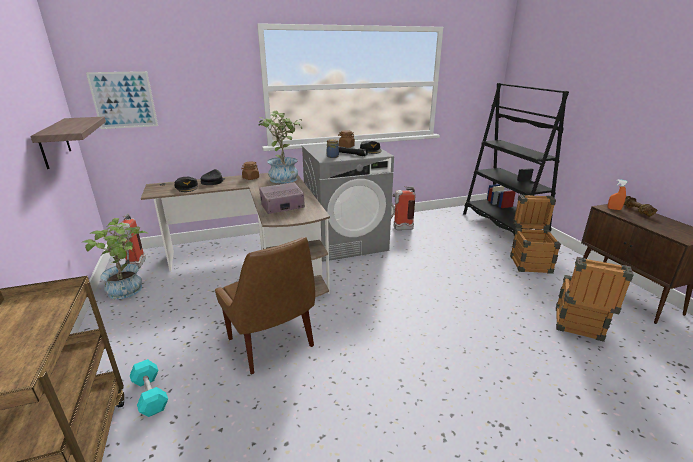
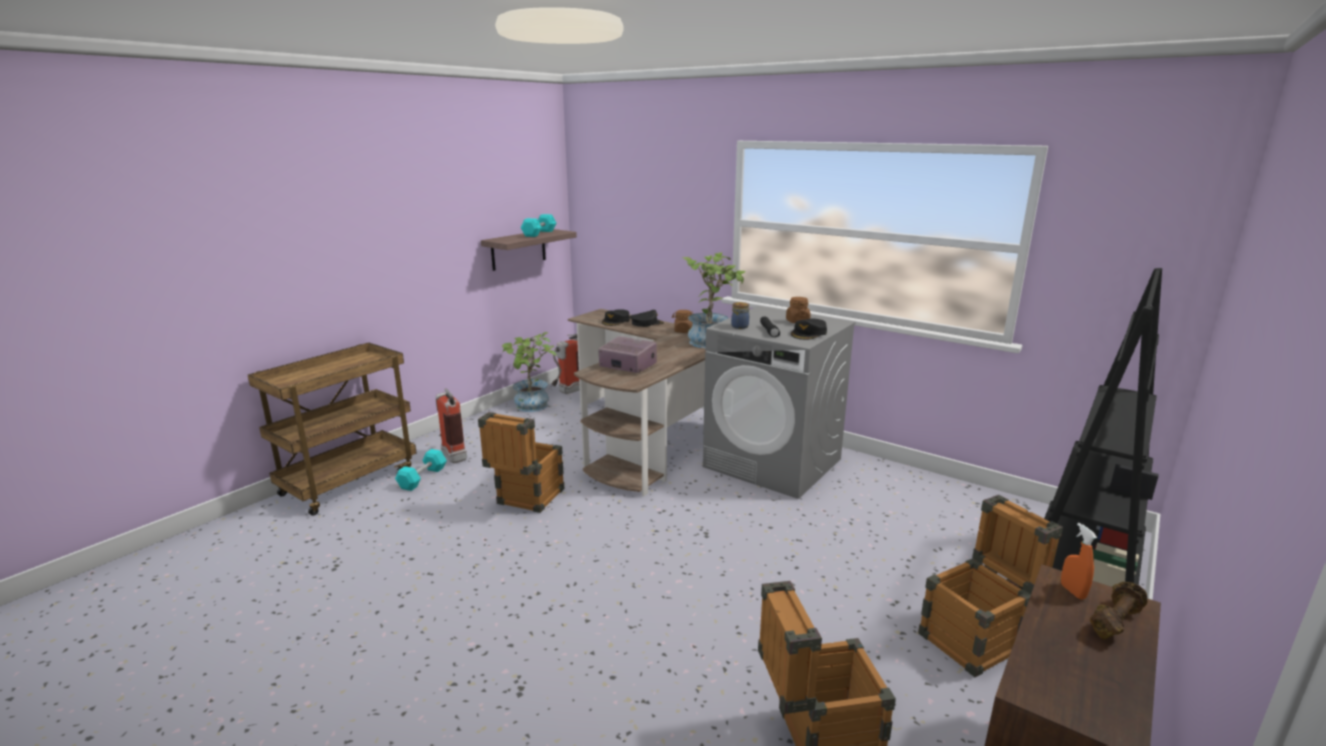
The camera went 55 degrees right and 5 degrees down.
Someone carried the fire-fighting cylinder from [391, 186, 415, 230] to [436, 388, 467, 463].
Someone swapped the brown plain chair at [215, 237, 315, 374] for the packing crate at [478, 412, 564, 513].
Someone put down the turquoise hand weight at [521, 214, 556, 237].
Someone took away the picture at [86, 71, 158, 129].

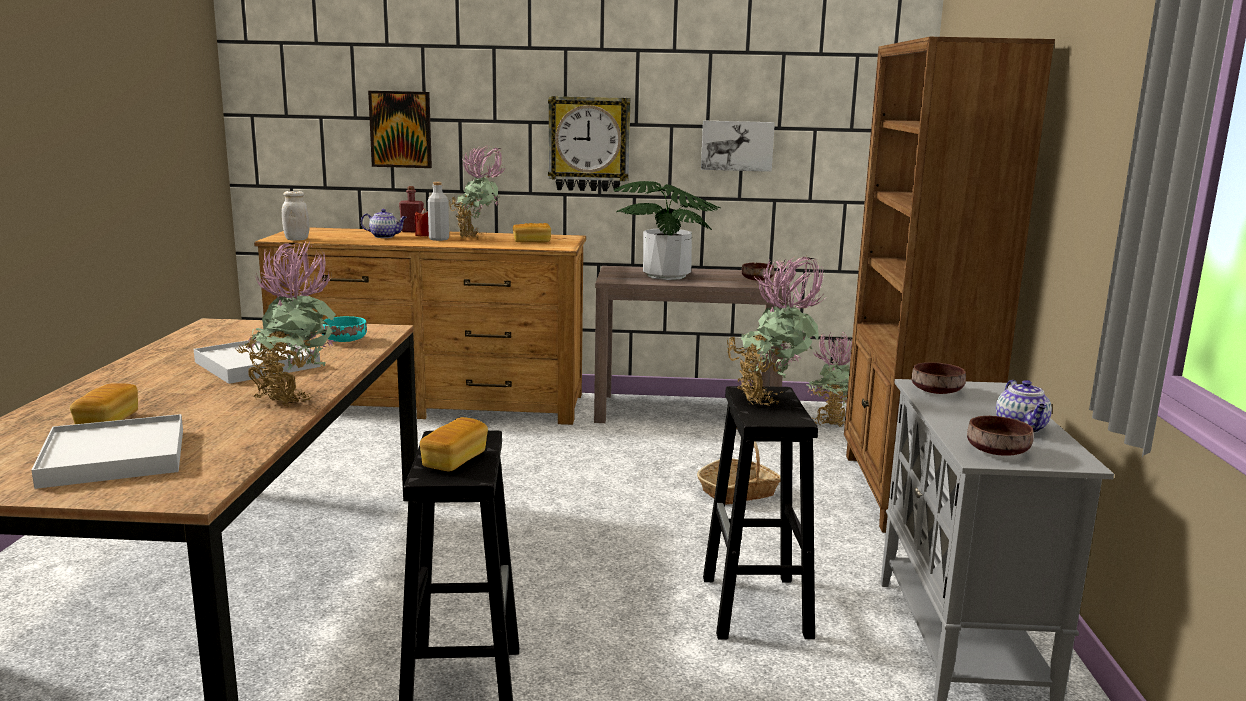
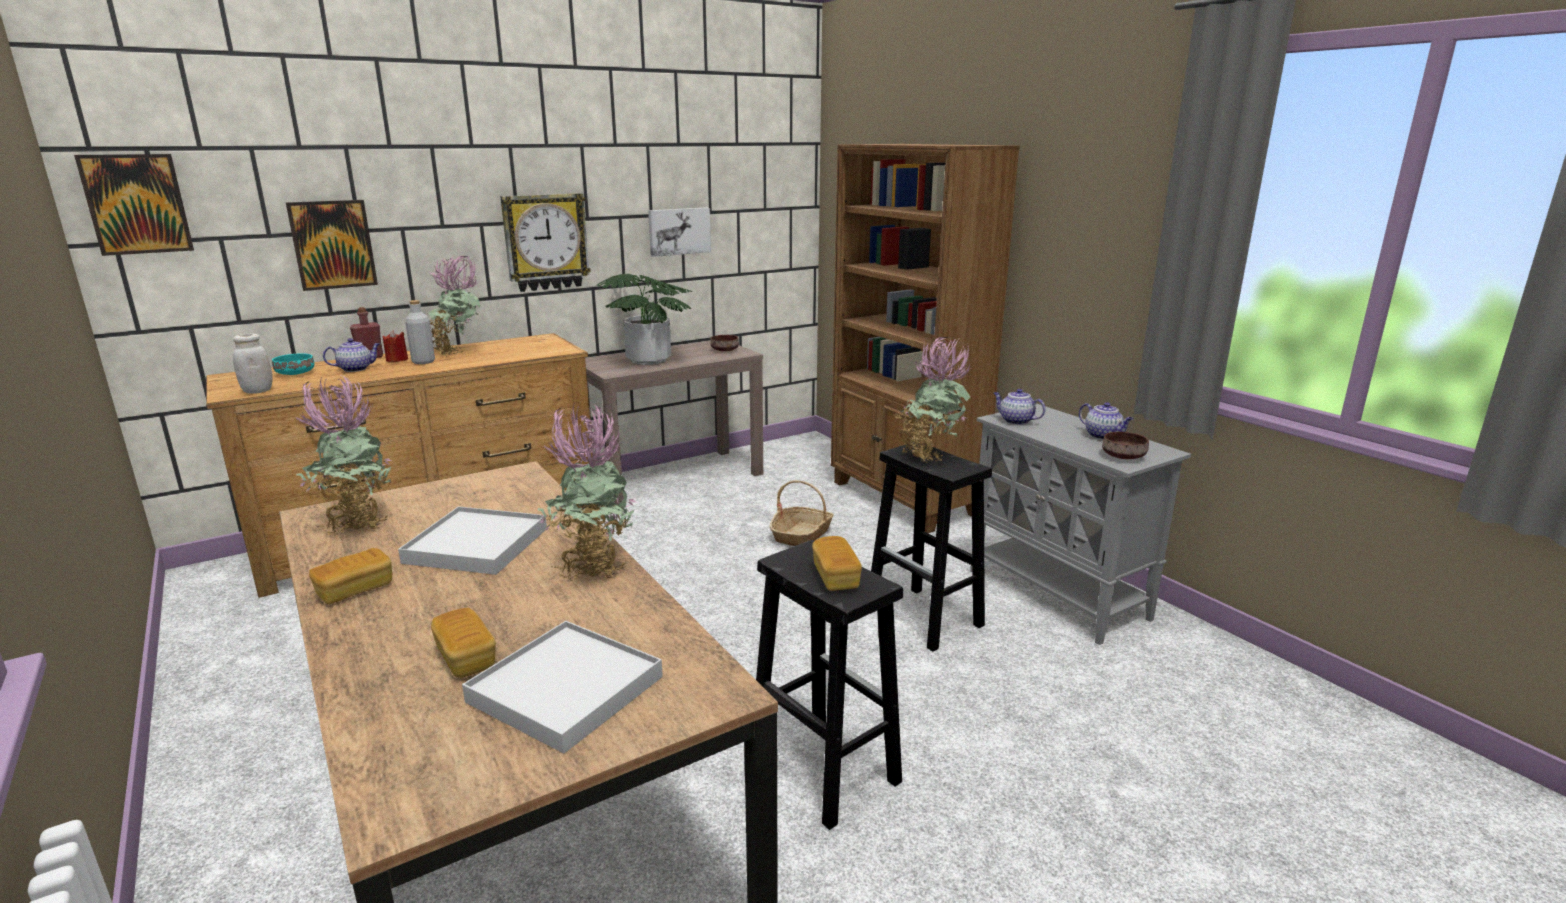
The camera went 35 degrees left and 5 degrees up.
Someone put up the picture at [74, 154, 194, 256].
Someone carried the turquoise bowl from [322, 316, 367, 342] to [272, 353, 314, 375].
Someone carried the houseplant from [807, 333, 852, 427] to [296, 374, 392, 535].
Someone carried the baked bread from [513, 223, 551, 243] to [309, 548, 392, 604].
Someone swapped the brown bowl at [912, 362, 966, 394] for the tea pot at [993, 389, 1046, 425].

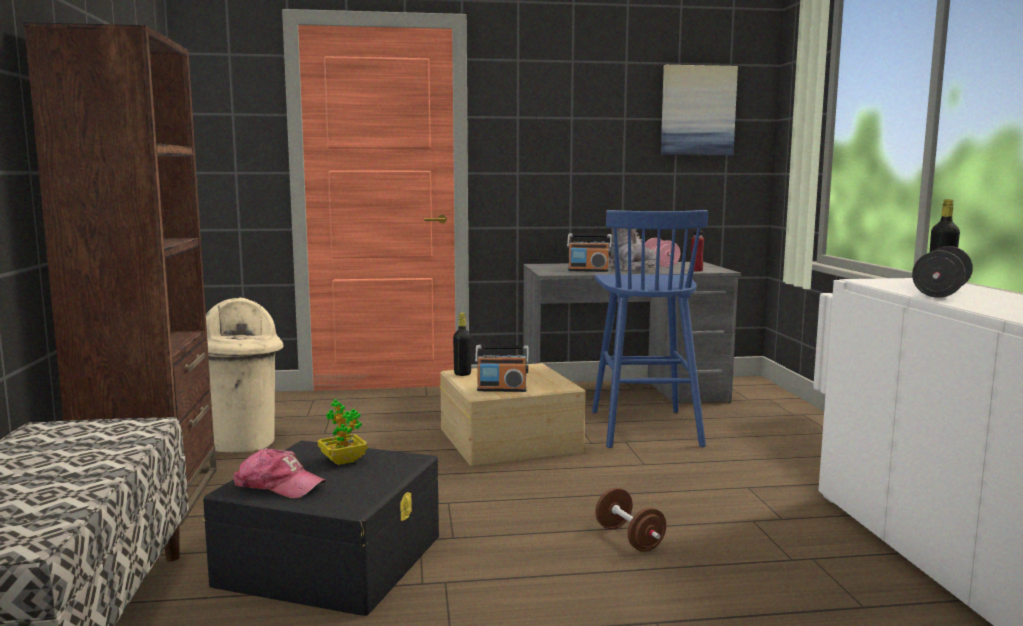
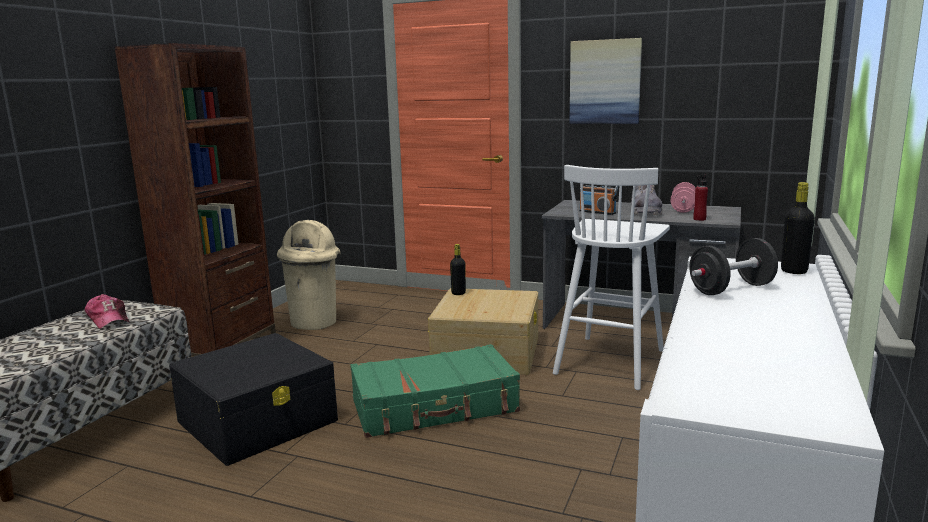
The camera went 30 degrees right and 5 degrees up.
Someone carried the baseball cap from [233, 448, 326, 498] to [85, 294, 129, 329].
Someone put down the green suitcase at [350, 344, 520, 438].
Someone repainted the blue sitting stool at [592, 210, 708, 448], which became the whitish sitting stool at [553, 165, 670, 390].
Someone carried the picture from [661, 65, 738, 156] to [570, 38, 642, 124].
Someone took away the houseplant at [318, 399, 368, 465].
Someone took away the radio receiver at [475, 345, 529, 392].
Someone took away the brown hand weight at [595, 488, 666, 552].

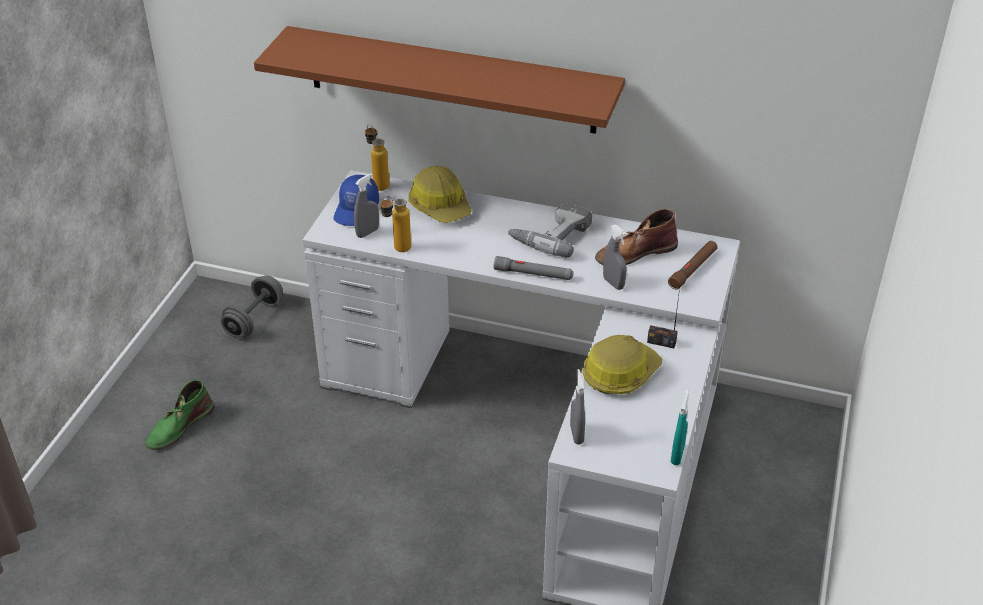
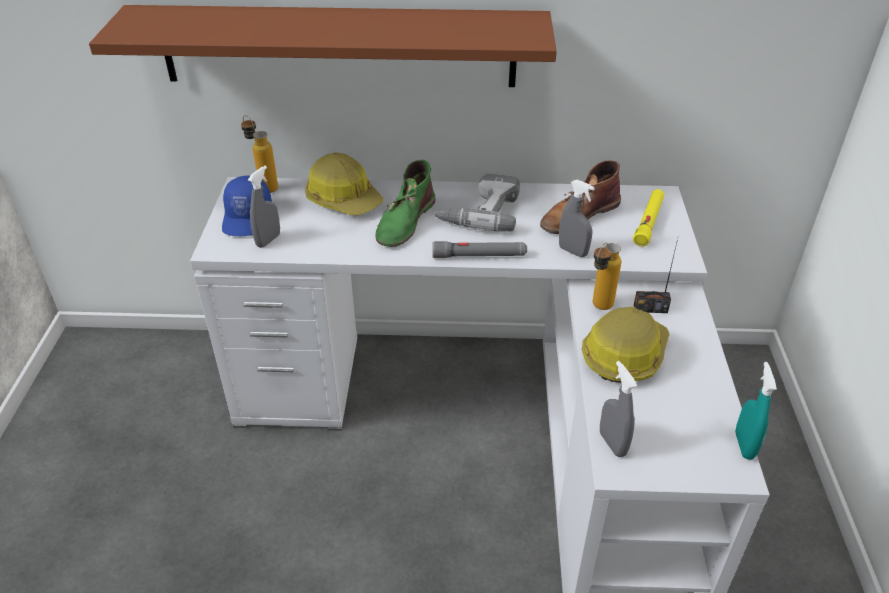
The camera went 15 degrees left and 0 degrees up.
Someone carried the green high-top boot from [145, 380, 214, 450] to [376, 160, 435, 247].
Someone carried the drink bottle from [380, 196, 411, 252] to [593, 242, 621, 310].
Someone repainted the brown flashlight at [668, 241, 718, 289], which became the yellow-coloured flashlight at [633, 189, 664, 247].
Someone took away the grey hand weight at [221, 276, 283, 338].

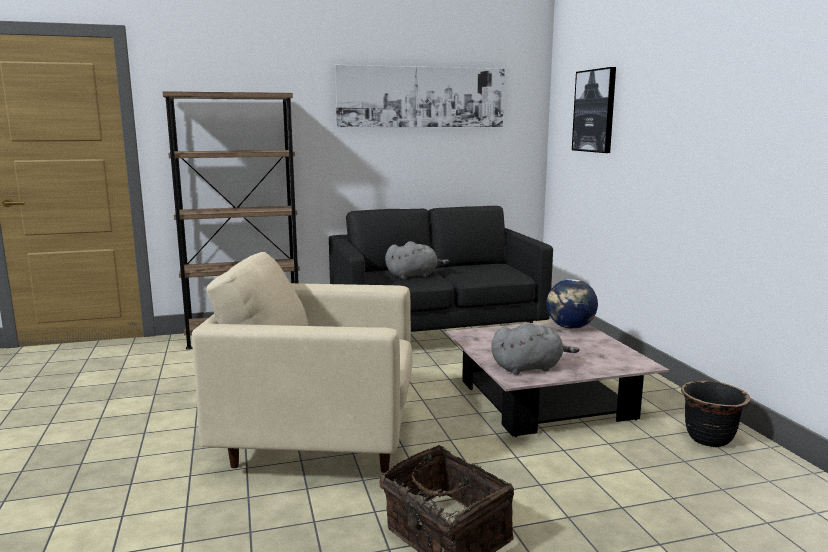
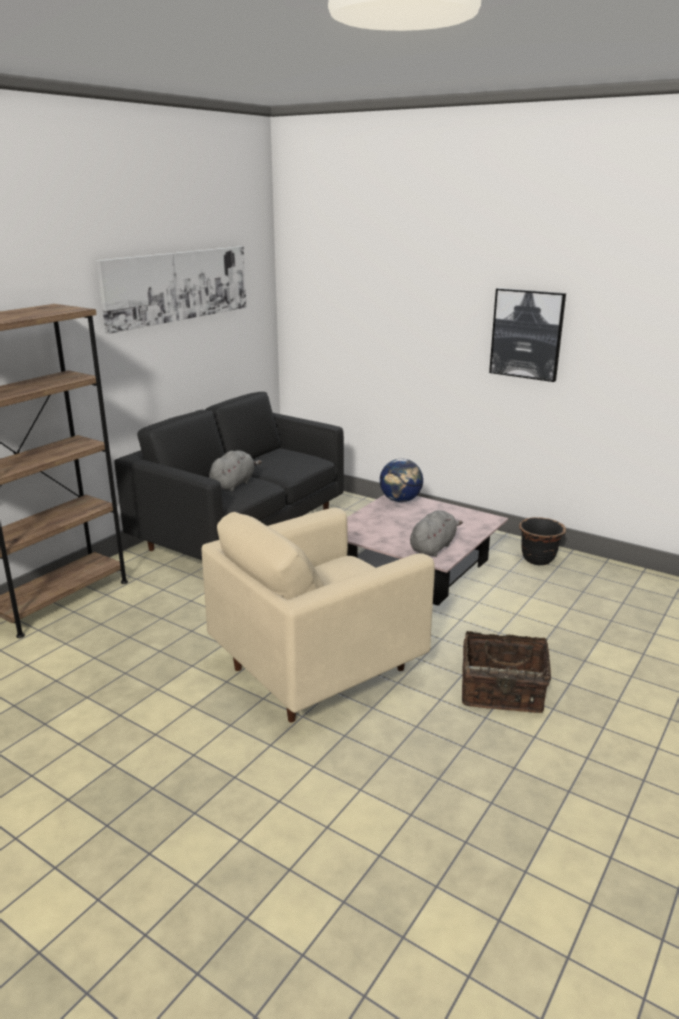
The camera went 40 degrees left and 10 degrees up.
Someone carried the picture from [572, 67, 616, 153] to [489, 288, 566, 382].

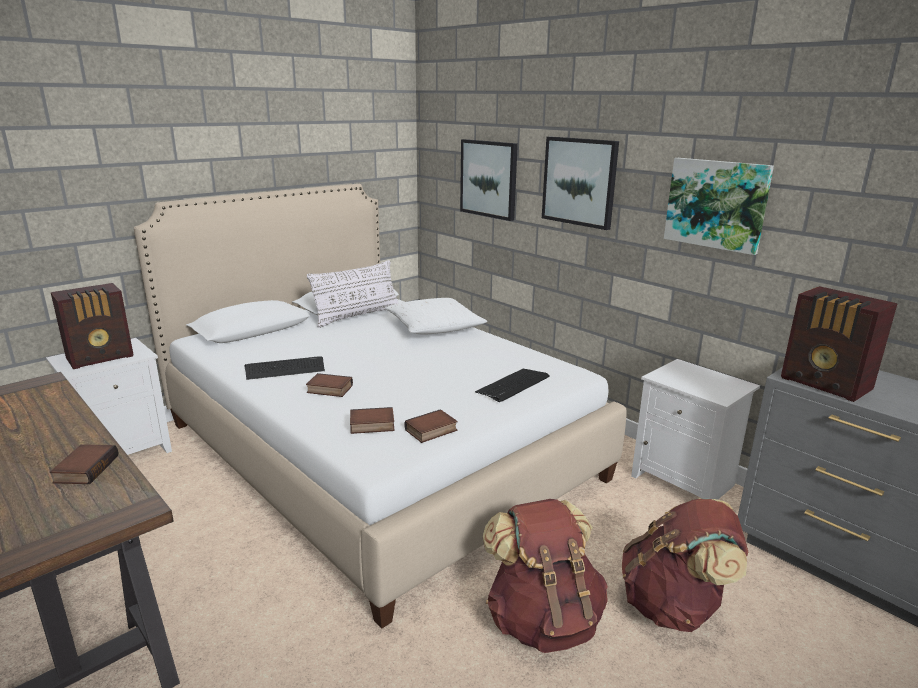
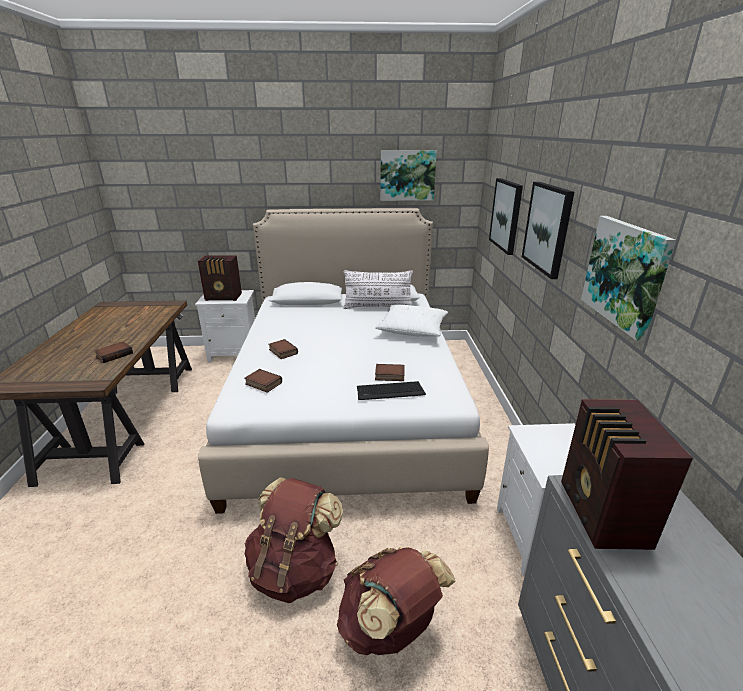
The camera went 40 degrees right and 5 degrees up.
Someone carried the volume from [404, 409, 458, 443] to [375, 364, 405, 381].
Someone put up the picture at [380, 150, 437, 201].
Someone took away the computer keyboard at [245, 357, 325, 380].

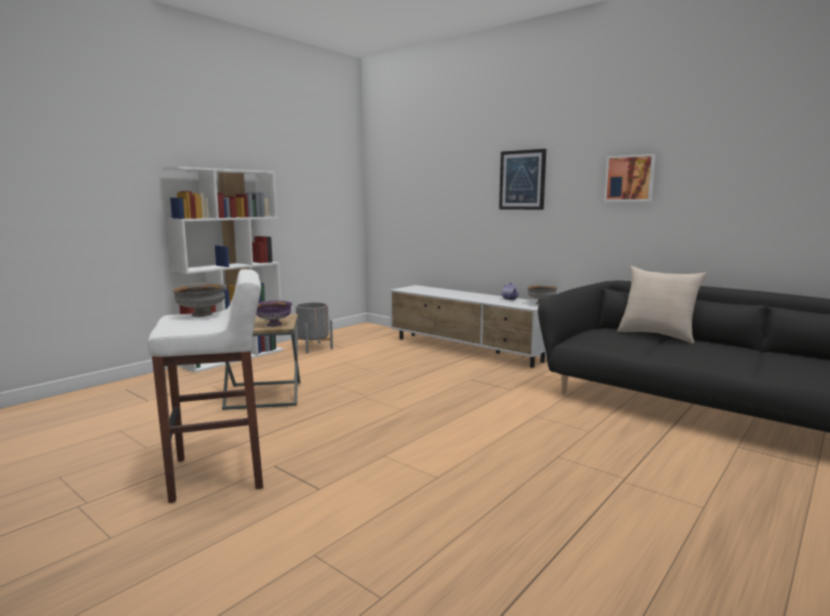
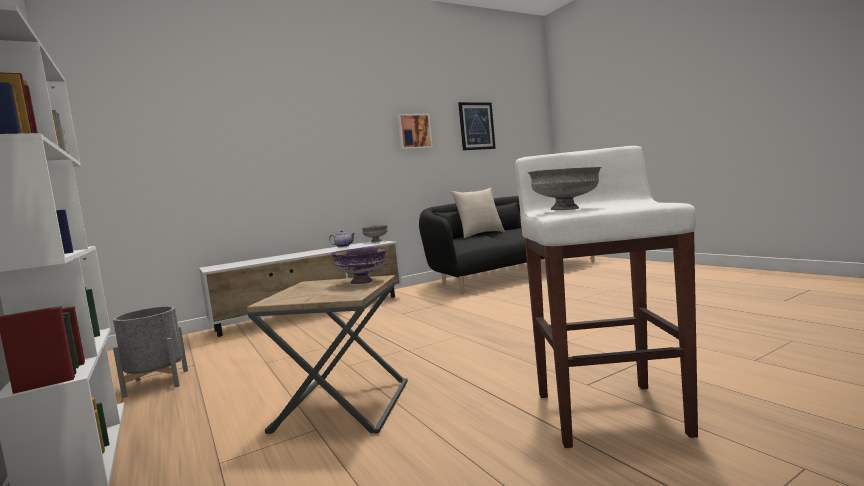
The camera went 70 degrees left and 5 degrees down.
Someone carried the picture from [499, 149, 546, 210] to [458, 102, 496, 151].

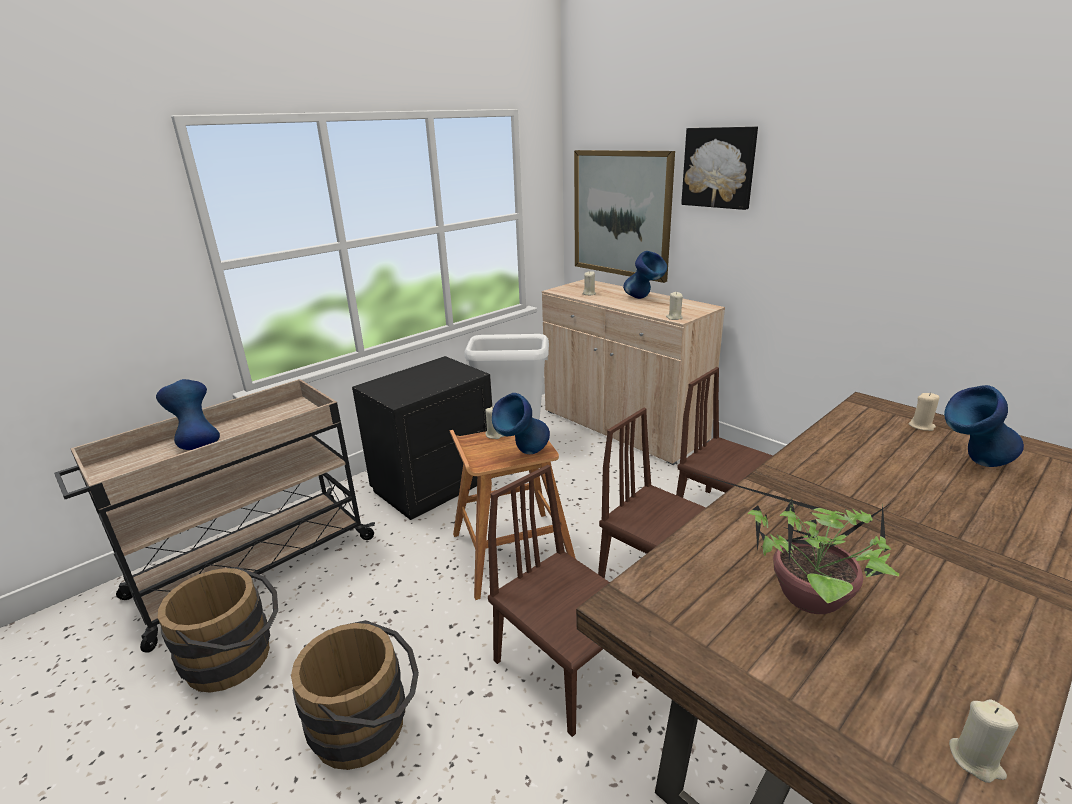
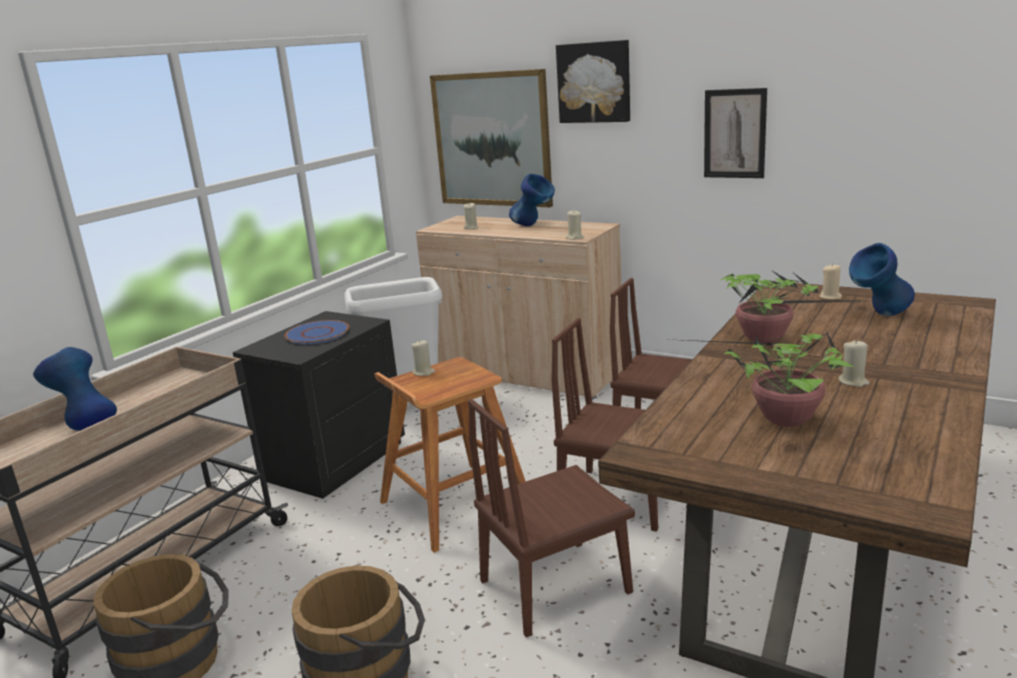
The camera went 15 degrees left and 5 degrees down.
Someone put down the blue dinner plate at [285, 320, 349, 344].
Someone rotated the brown plain chair at [488, 465, 640, 737] by 60 degrees counterclockwise.
Someone put up the picture at [704, 88, 767, 178].
Someone put down the houseplant at [720, 271, 856, 343].
Someone carried the beige wax light from [949, 699, 1018, 783] to [839, 340, 869, 387].
Someone took away the blue vase at [492, 393, 550, 454].

